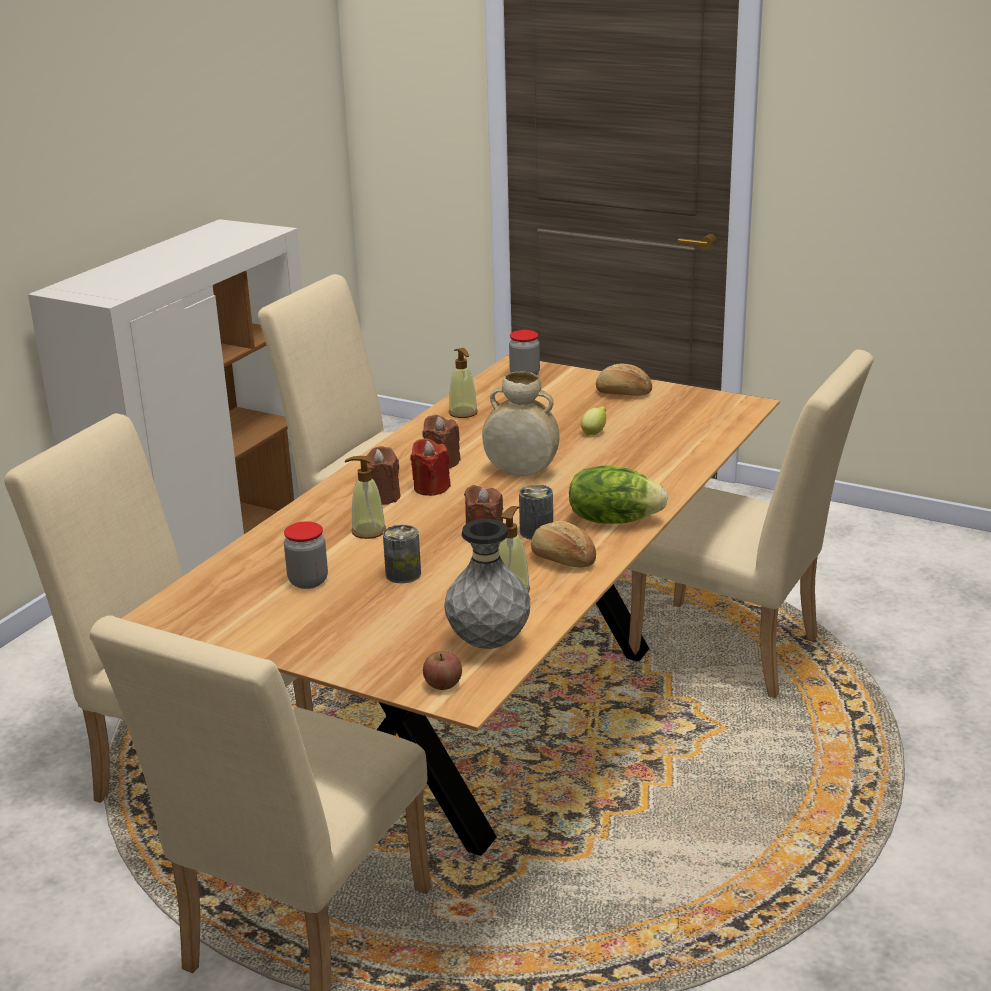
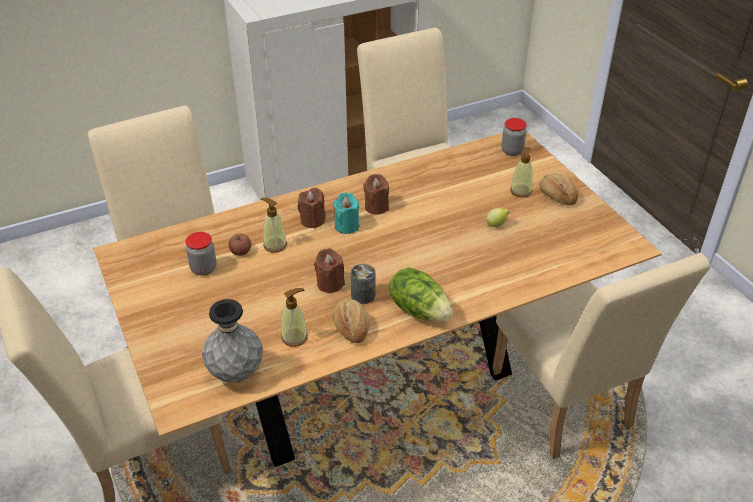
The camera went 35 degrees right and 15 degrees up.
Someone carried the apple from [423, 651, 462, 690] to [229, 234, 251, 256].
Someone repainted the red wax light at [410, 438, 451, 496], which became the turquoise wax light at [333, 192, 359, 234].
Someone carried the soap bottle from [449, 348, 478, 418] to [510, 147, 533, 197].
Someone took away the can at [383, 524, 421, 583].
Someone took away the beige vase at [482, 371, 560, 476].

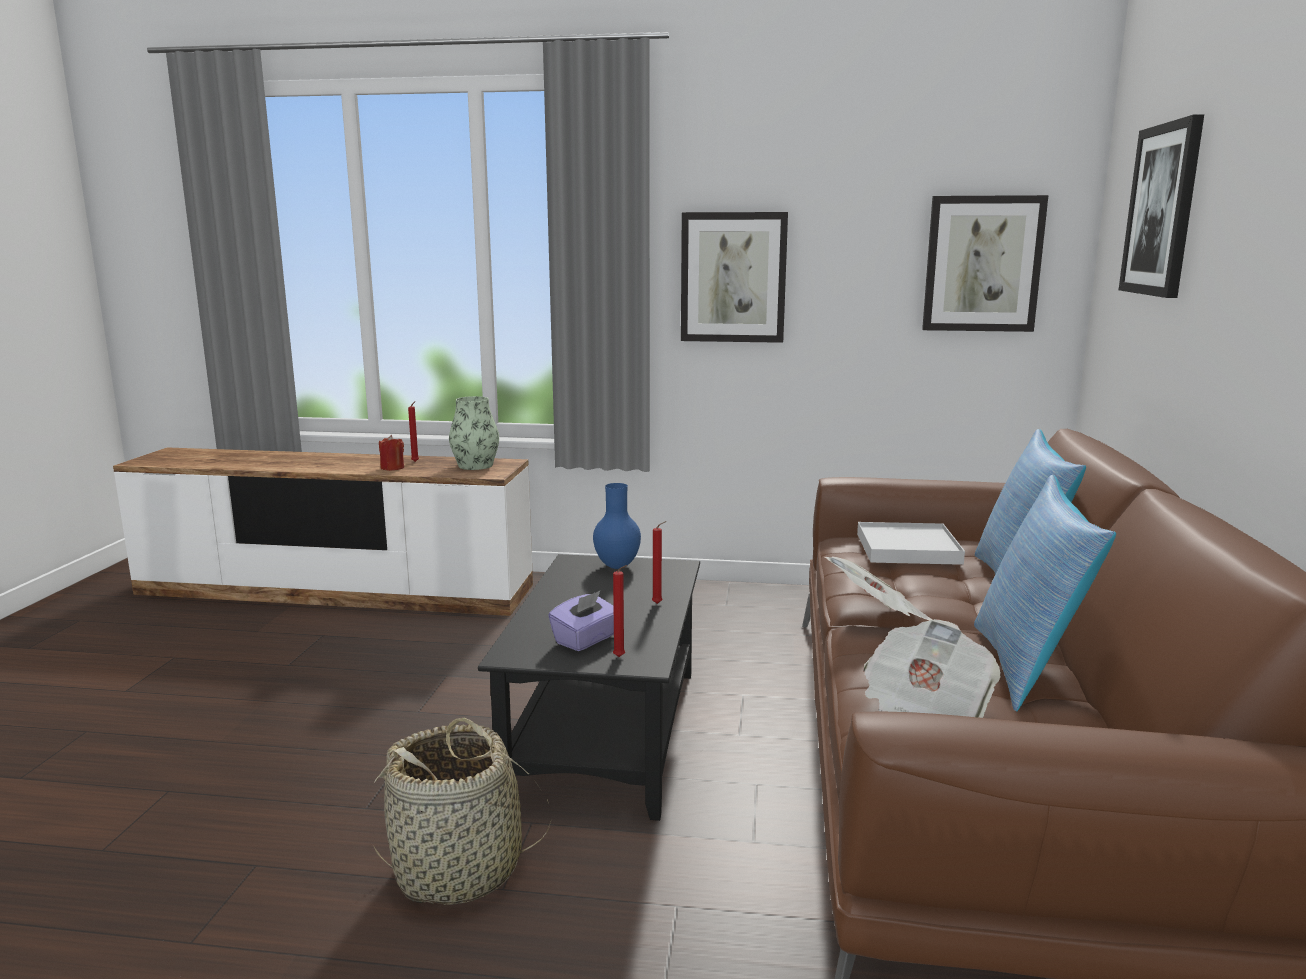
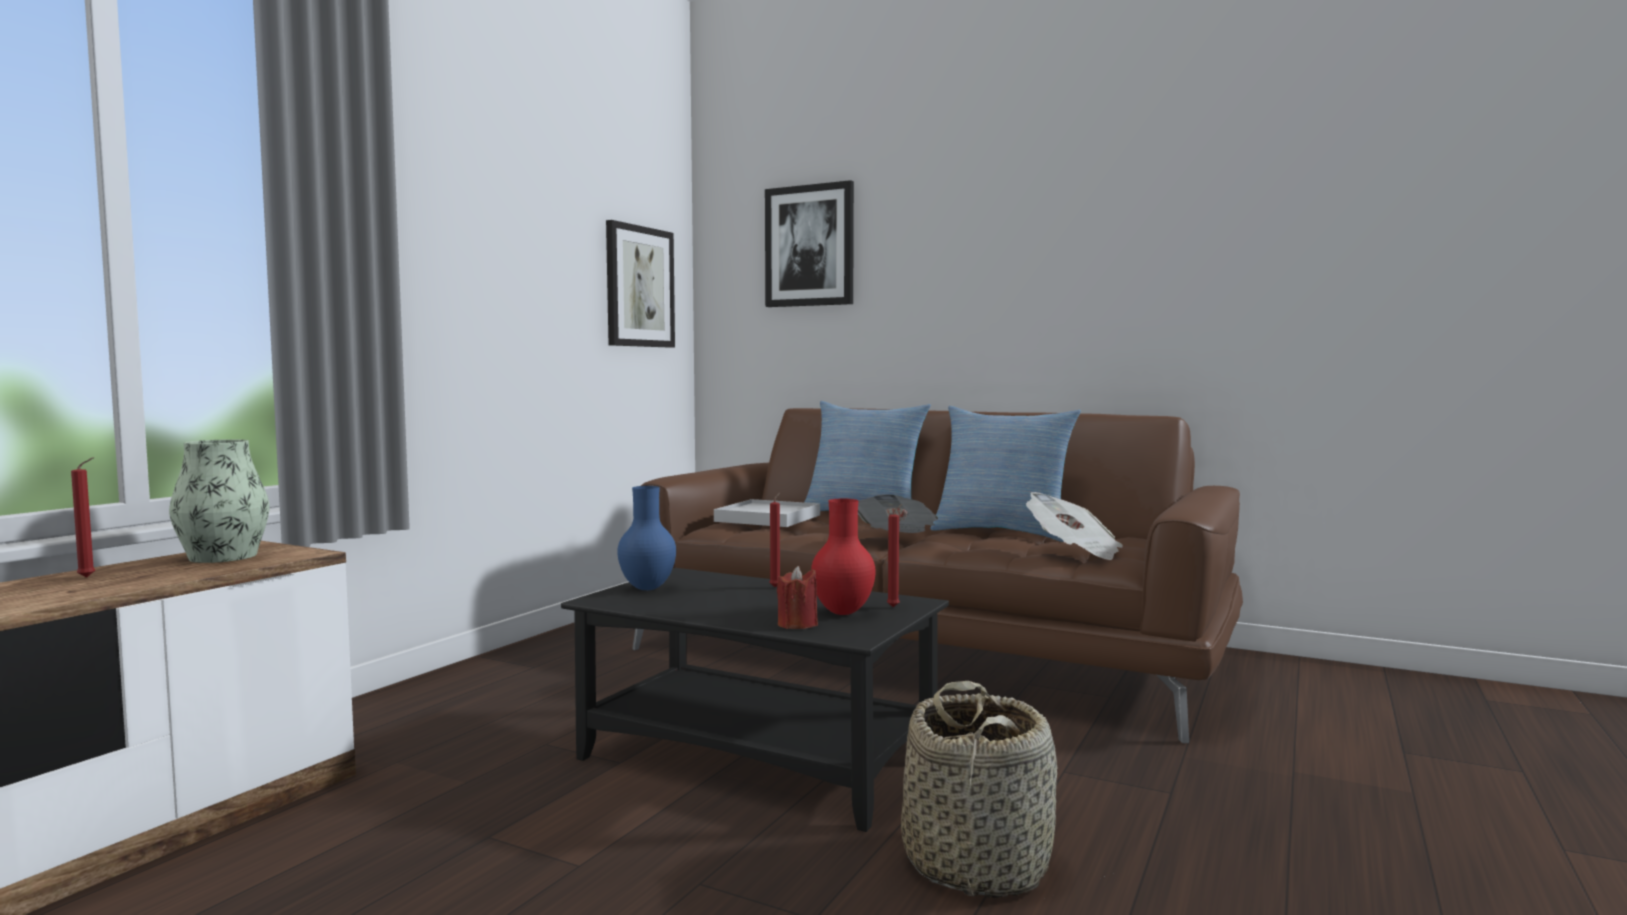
The camera went 70 degrees left and 10 degrees down.
Someone carried the red wax light from [379, 435, 404, 471] to [777, 566, 818, 629].
Someone swapped the purplish tissue holder at [548, 590, 614, 651] for the red vase at [811, 499, 876, 615].
Someone took away the picture at [681, 212, 788, 343].

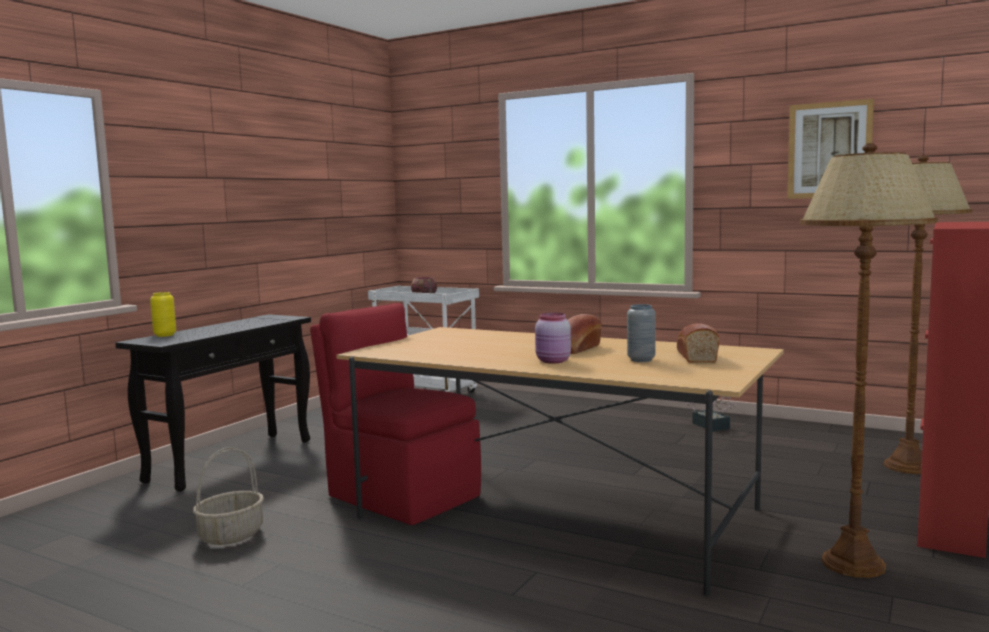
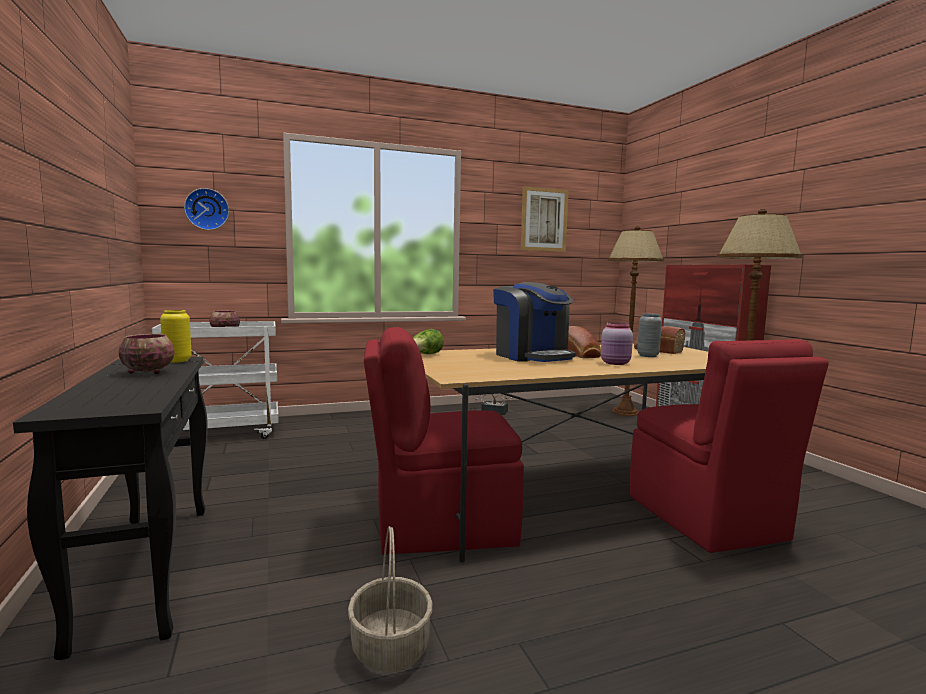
The camera went 50 degrees left and 0 degrees up.
Someone put down the bowl at [119, 334, 174, 374].
Someone carried the yellow-coloured vase from [150, 292, 176, 337] to [160, 310, 192, 363].
Someone put up the wall clock at [184, 188, 229, 230].
Someone put down the head of lettuce at [413, 329, 444, 354].
Someone put down the coffee maker at [493, 282, 576, 362].
Someone put down the red plain chair at [630, 339, 829, 553].

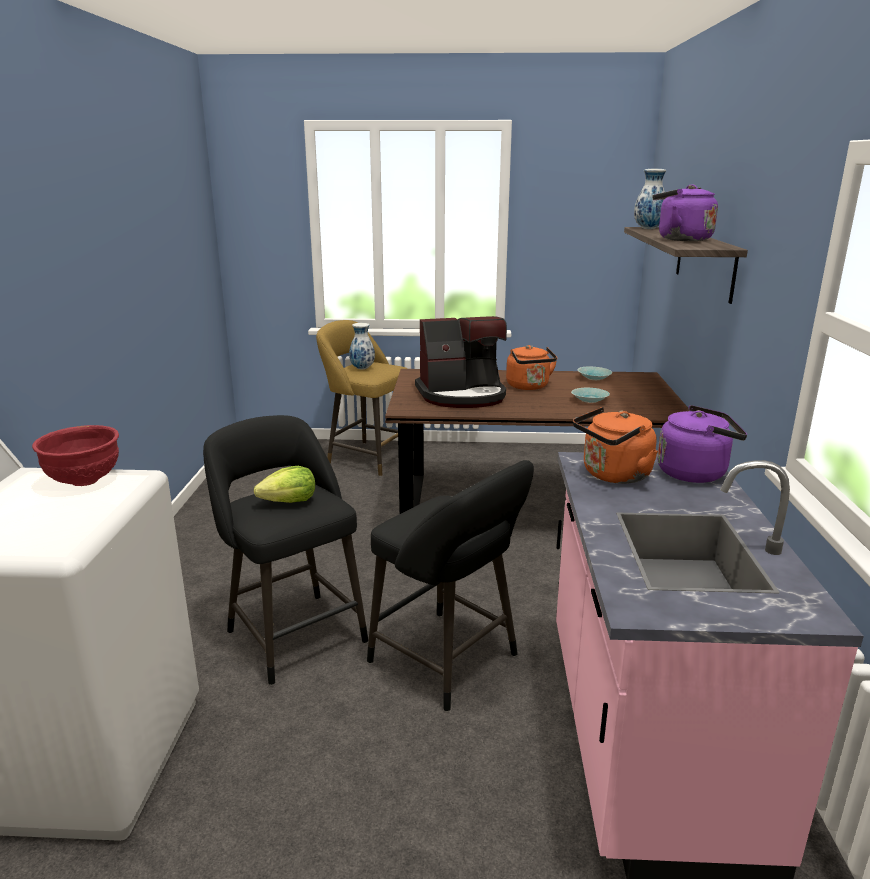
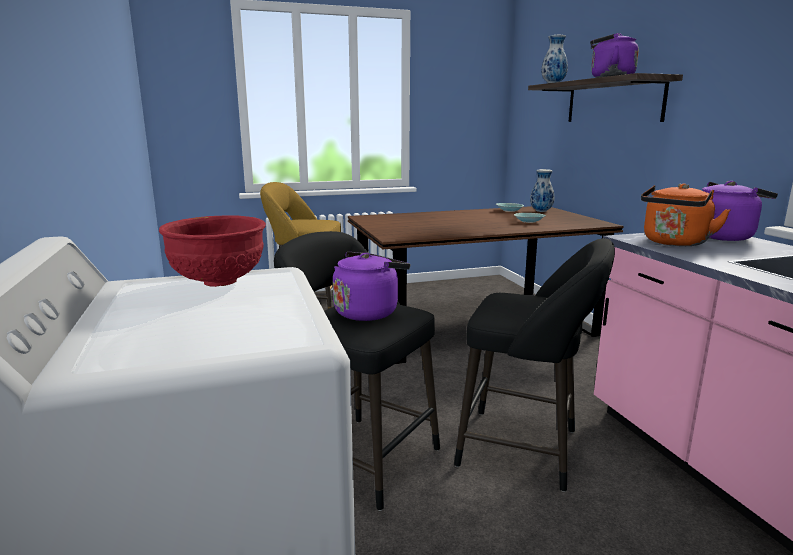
The camera went 20 degrees left and 5 degrees down.
Someone swapped the head of lettuce at [254, 466, 315, 503] for the purplish tea kettle at [333, 252, 410, 321].
Someone carried the vase from [349, 323, 375, 370] to [530, 169, 555, 212].
Someone took away the coffee maker at [415, 316, 507, 408].
Someone took away the orangey tea kettle at [506, 345, 557, 390].

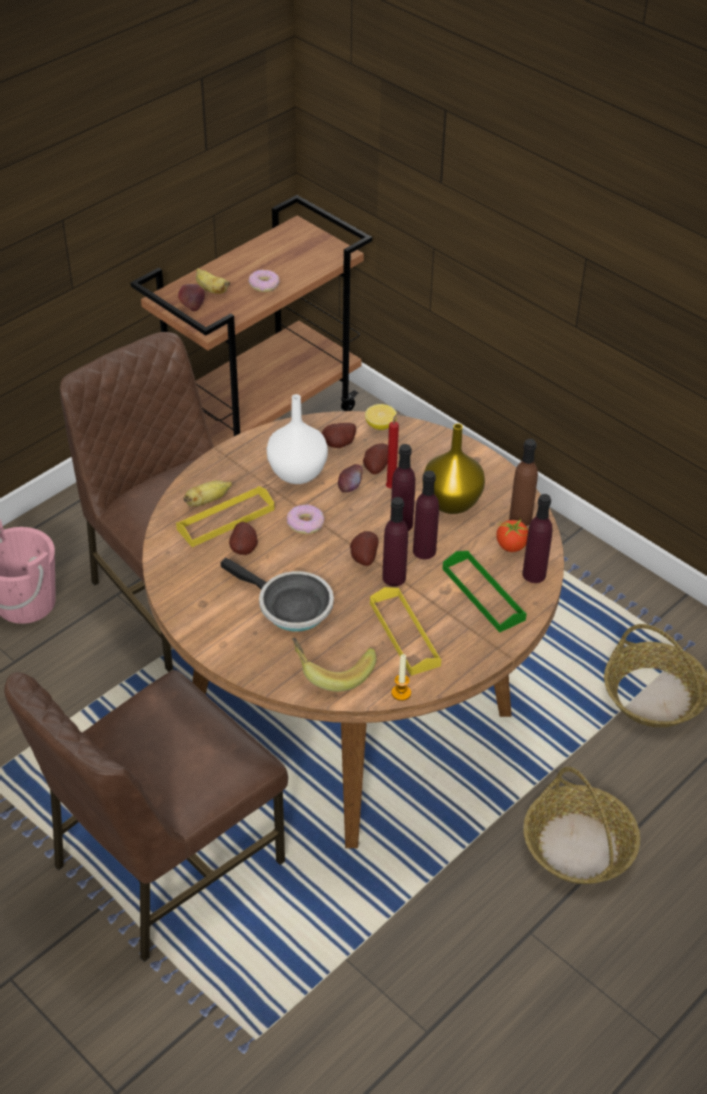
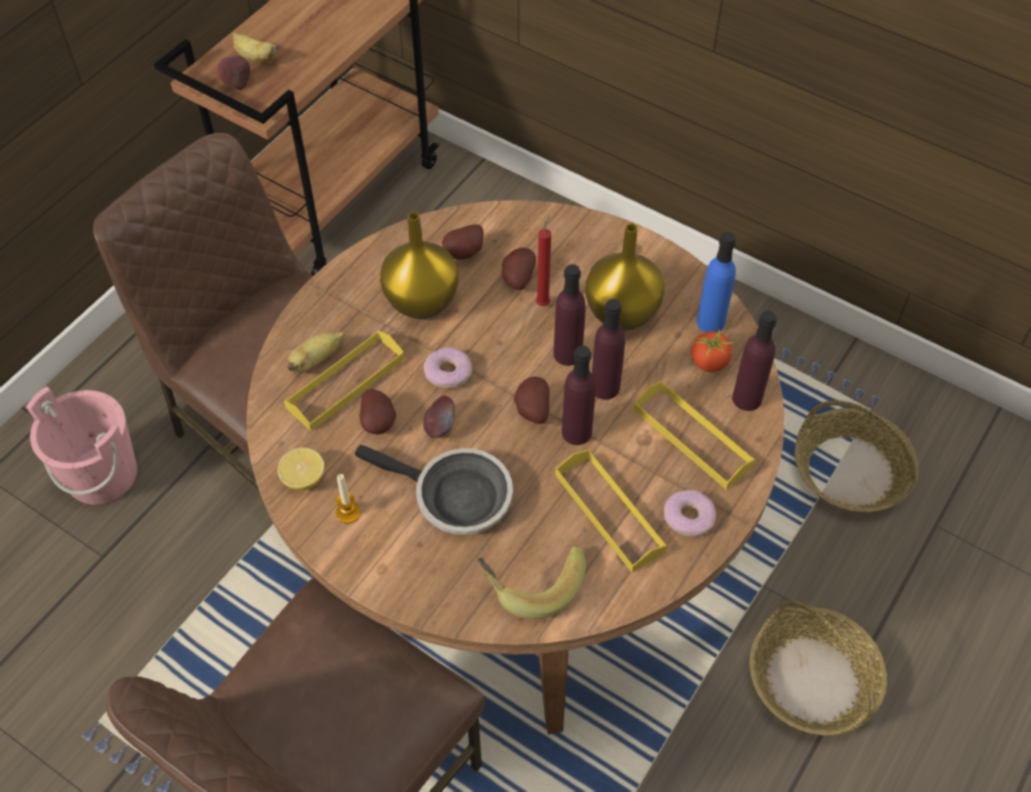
The camera went 10 degrees left and 10 degrees up.
Someone carried the whole lemon from [365, 404, 397, 430] to [278, 448, 324, 490].
Someone carried the wax light from [391, 654, 411, 701] to [336, 474, 361, 524].
Someone repainted the whitish vase at [267, 394, 328, 484], which became the yellow-coloured vase at [380, 212, 458, 319].
Someone carried the apple from [338, 464, 363, 492] to [423, 396, 455, 438].
Someone repainted the green tray at [443, 551, 527, 632], which became the yellow-coloured tray at [634, 381, 756, 490].
Someone carried the doughnut from [248, 270, 280, 292] to [664, 490, 716, 537].
Someone repainted the brown drink bottle at [509, 439, 538, 526], which became the blue drink bottle at [697, 232, 736, 332].

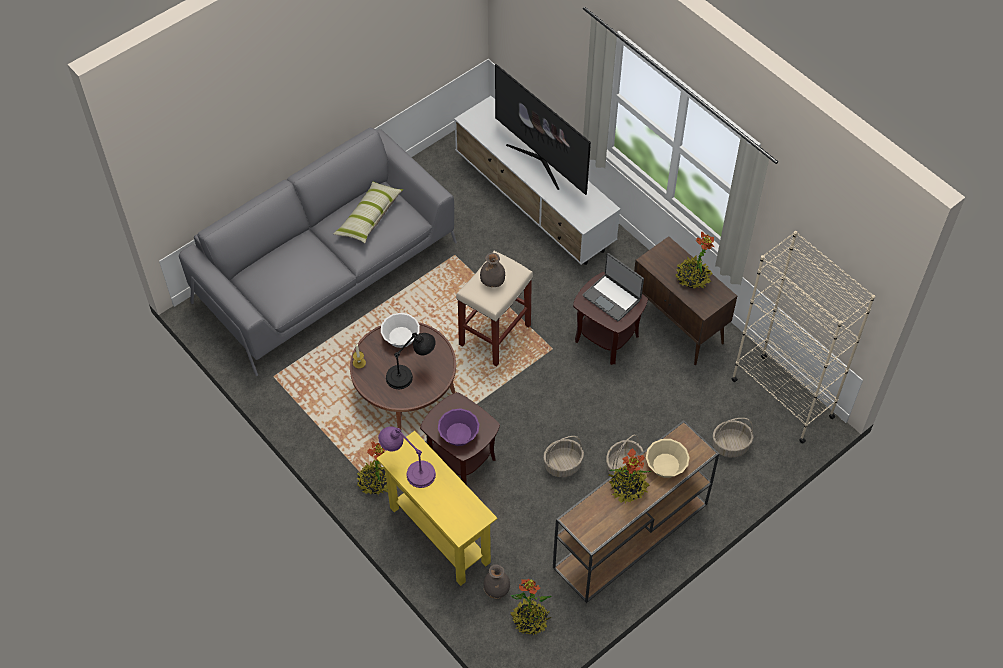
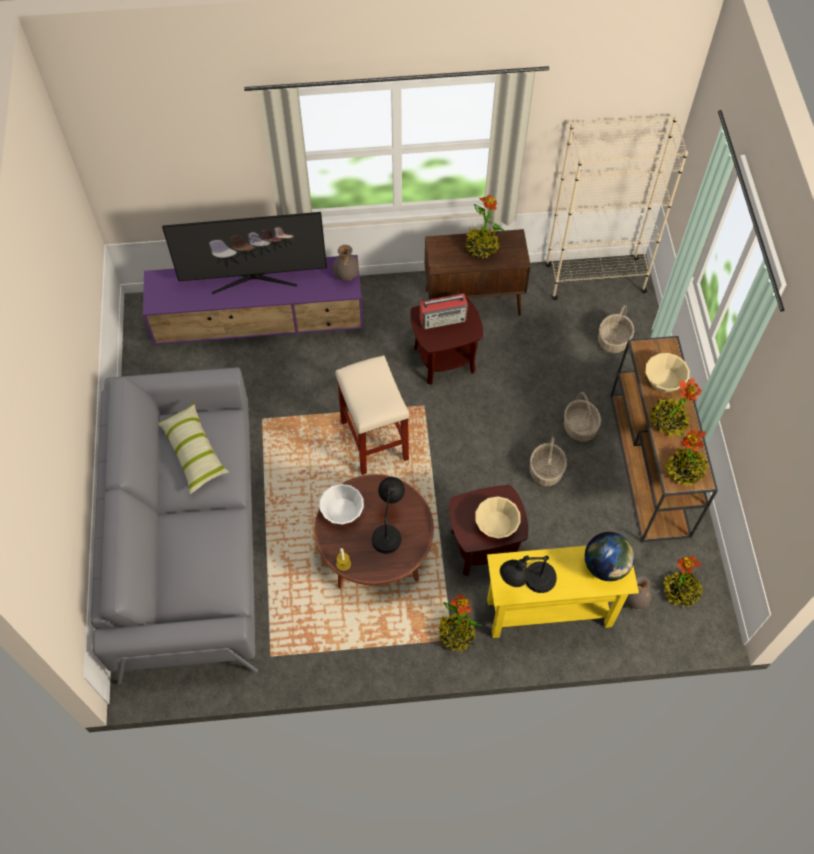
The camera went 55 degrees left and 5 degrees up.
Someone repainted the whitish tv stand at [454, 96, 621, 265], which became the purplish tv stand at [143, 255, 363, 345].
Someone carried the grey vase from [480, 253, 505, 287] to [333, 245, 359, 281].
Someone swapped the laptop at [583, 253, 644, 321] for the radio receiver at [419, 293, 468, 329].
Someone repainted the purplish bowl at [438, 408, 479, 446], which became the beige bowl at [475, 496, 521, 539].
Someone repainted the purplish lamp for a table at [378, 426, 436, 488], which became the black-coloured lamp for a table at [500, 555, 557, 593].
Someone put down the desk globe at [585, 532, 635, 581].
Someone put down the houseplant at [663, 430, 709, 487].

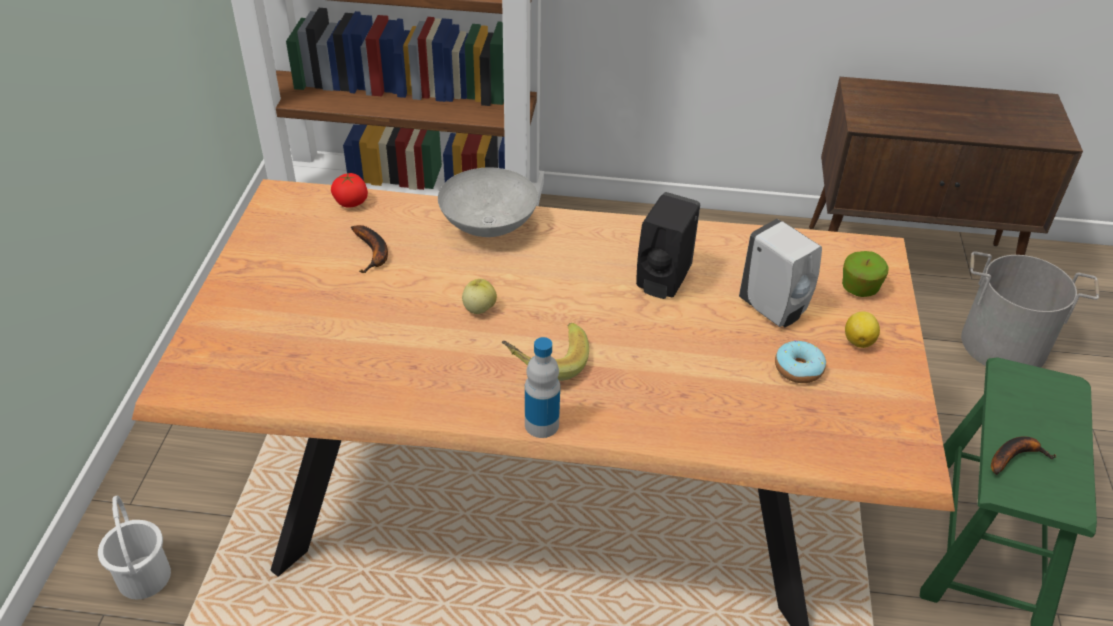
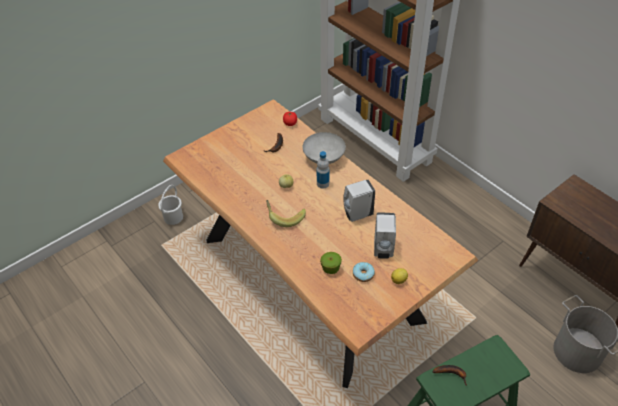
The camera went 45 degrees right and 5 degrees up.
Someone carried the drink bottle from [525, 337, 560, 438] to [317, 151, 329, 189].
Someone carried the apple from [842, 251, 889, 297] to [320, 252, 342, 274].
Someone repainted the black-coloured soap bottle at [636, 192, 700, 299], which became the whitish soap bottle at [343, 180, 375, 222].

